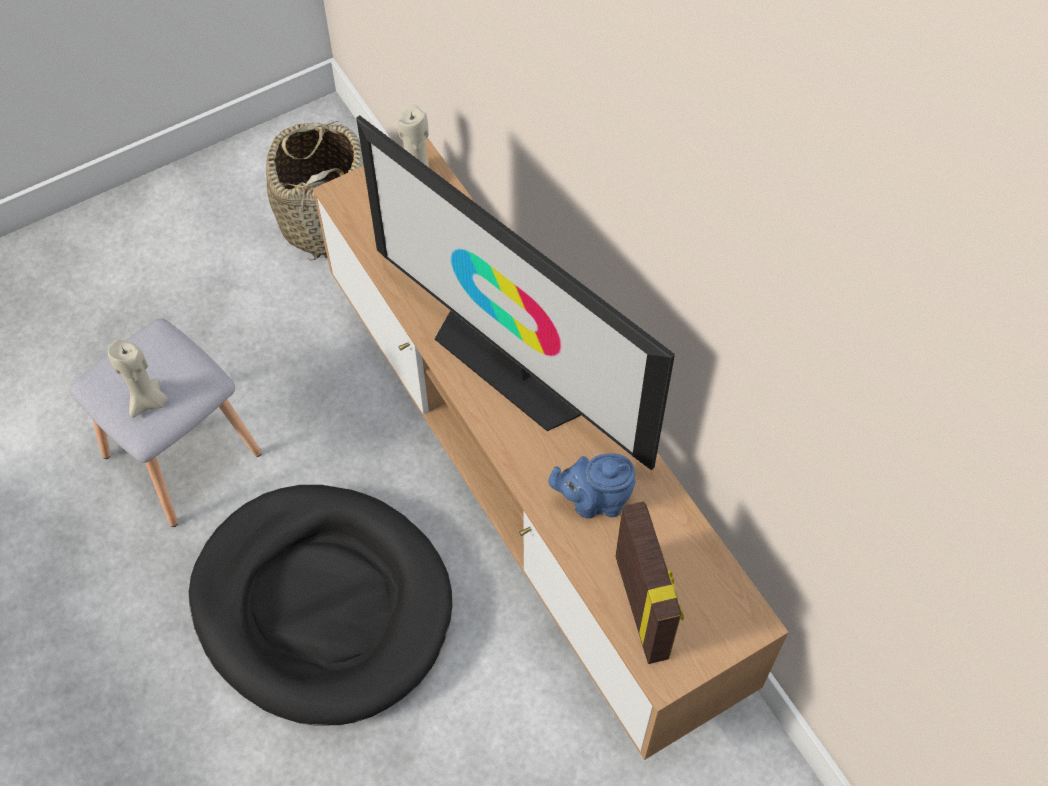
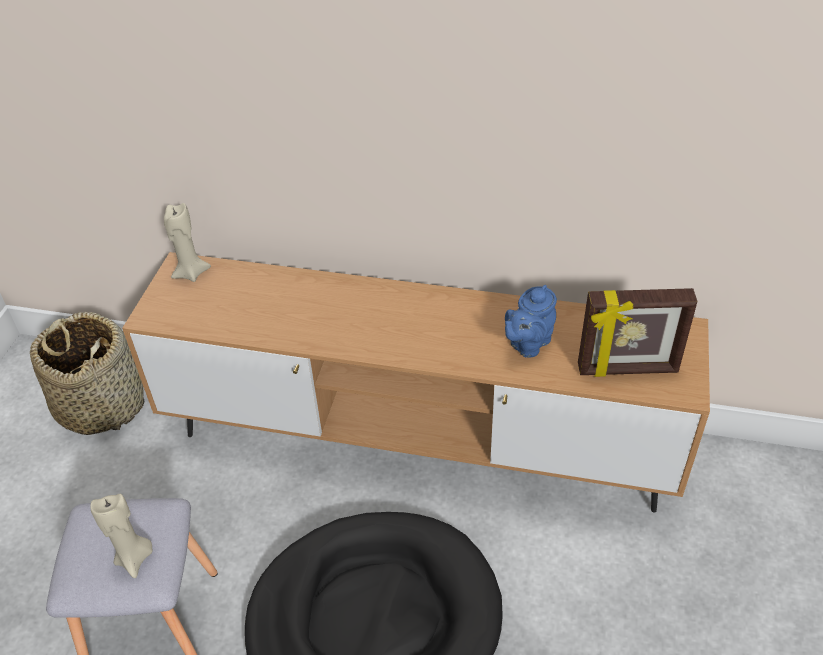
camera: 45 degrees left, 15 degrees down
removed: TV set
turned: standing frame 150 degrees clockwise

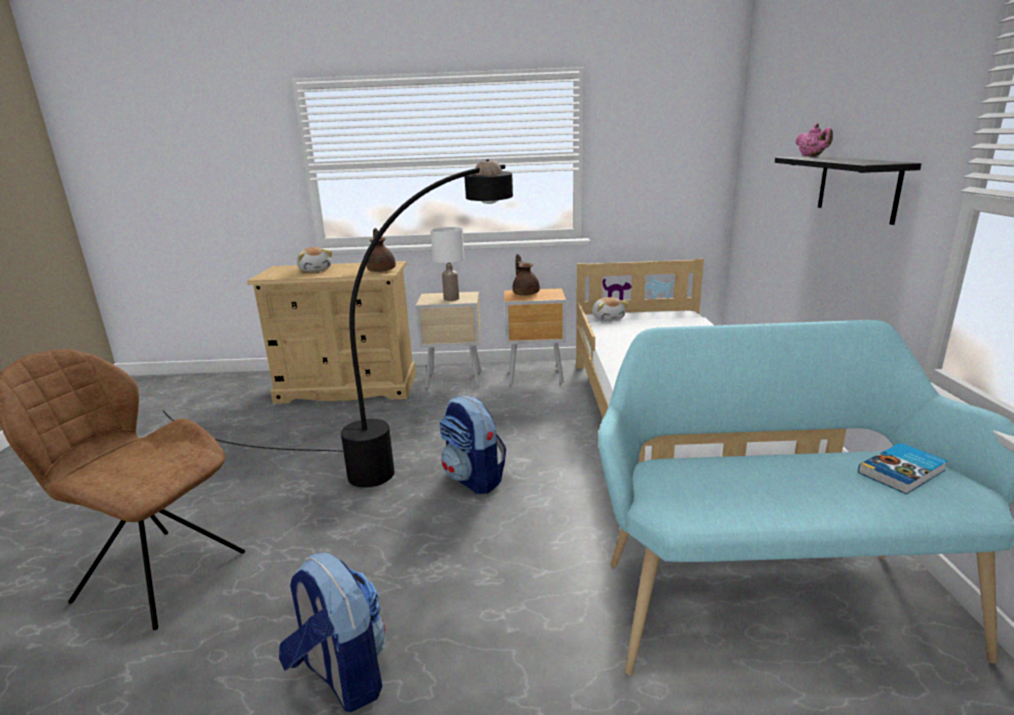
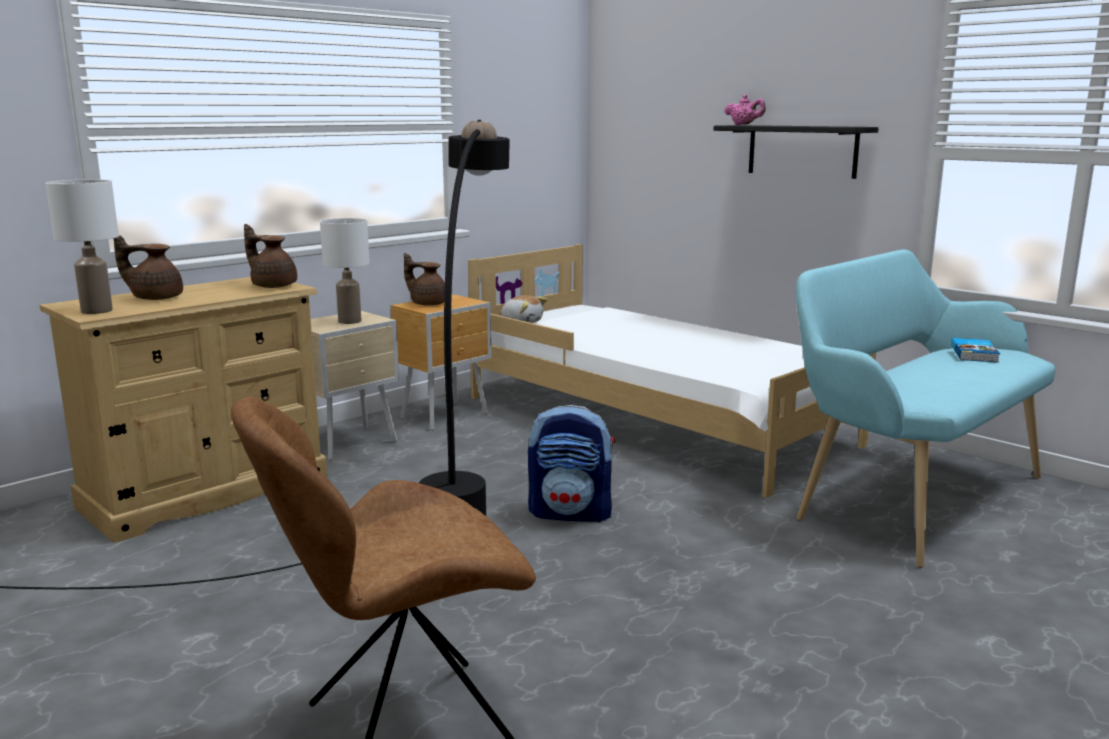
camera: 45 degrees left, 5 degrees down
removed: backpack (1st from left)
added: table lamp (whitish) (1st from left)
replaced: cuddly toy (1st from left) to pot for tea (brown) (1st from left)

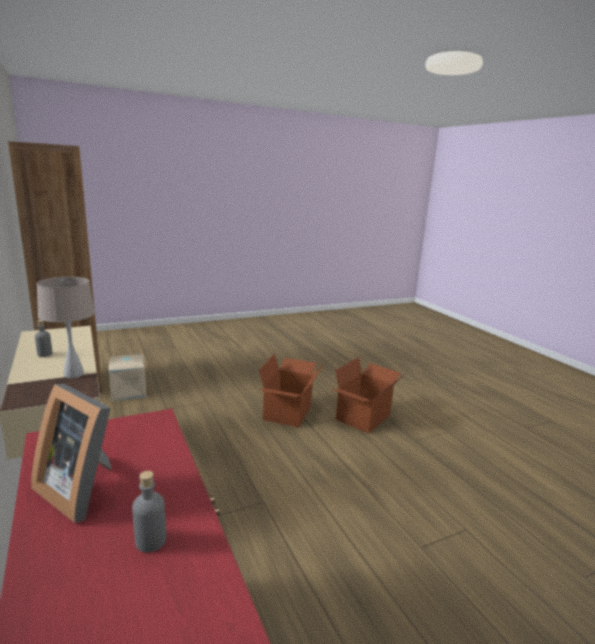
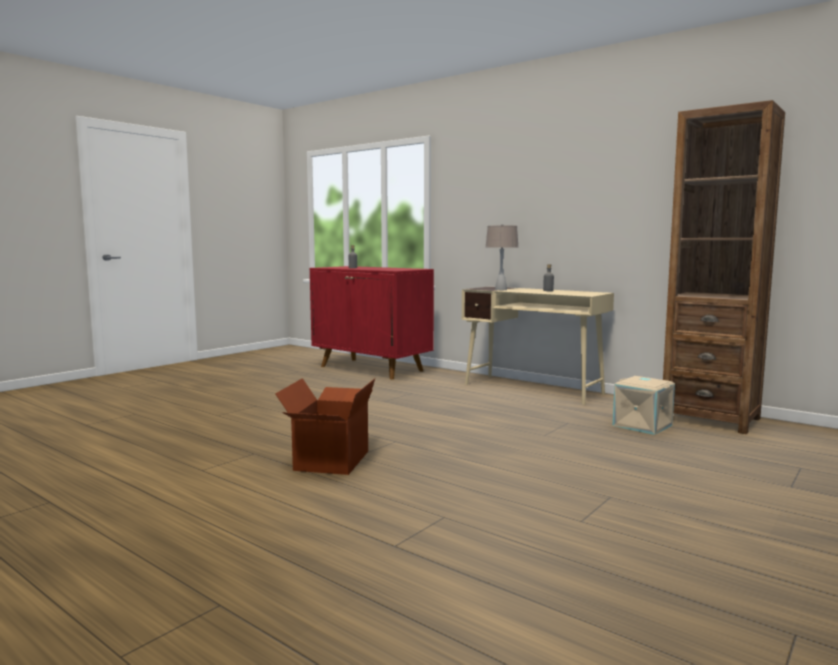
camera: 155 degrees right, 10 degrees down
removed: standing frame; cardboard box (1st from left)

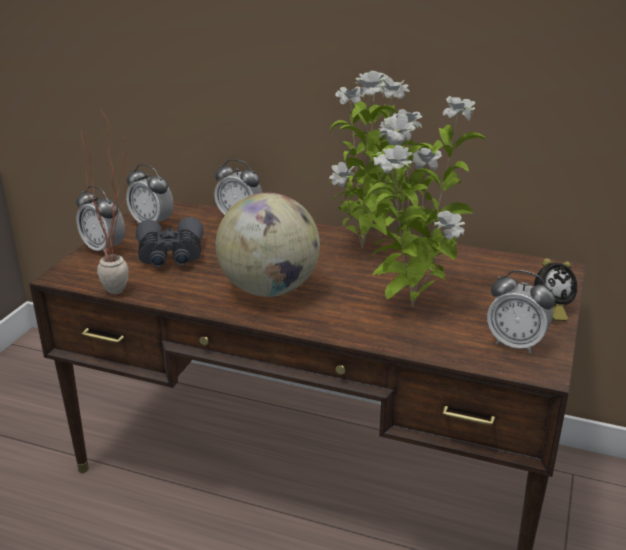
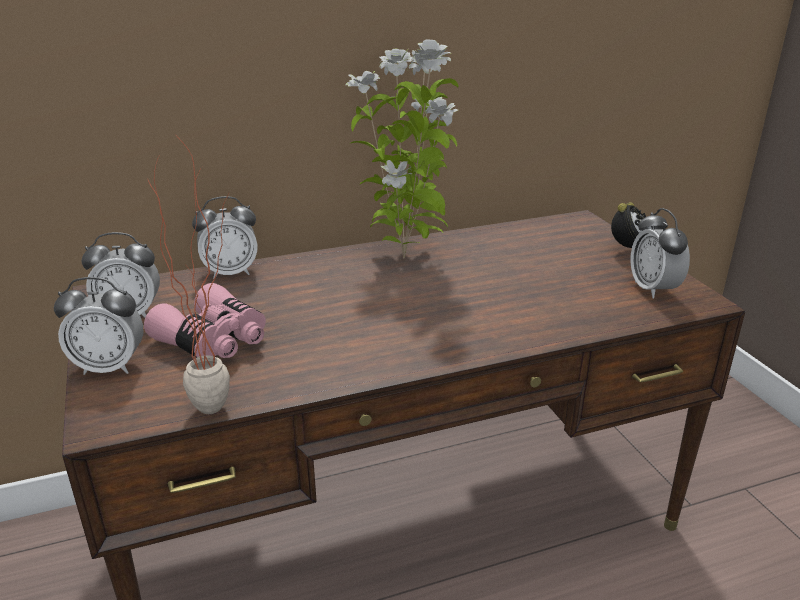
camera: 40 degrees left, 0 degrees up
removed: world globe; potted plant (3rd from left)
recoloured: field glasses (grey) to field glasses (pink-coloured)
turned: alarm clock (4th from left in the first image) 90 degrees clockwise

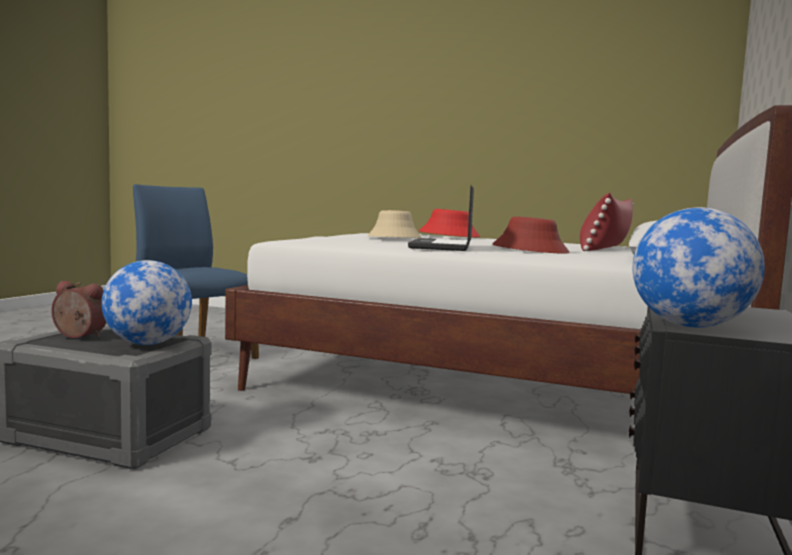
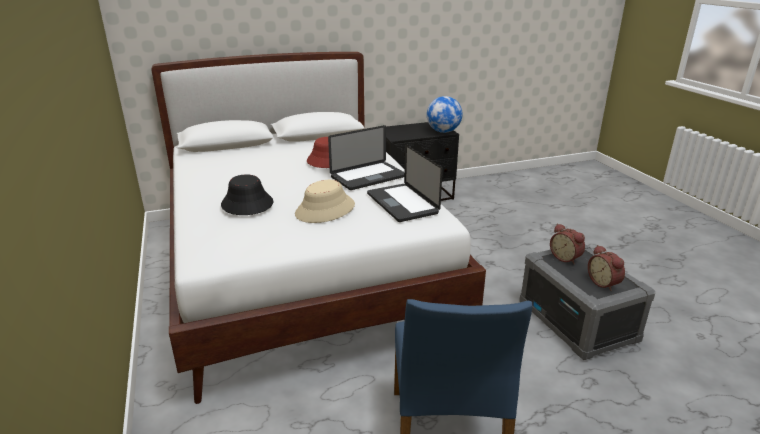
camera: 130 degrees left, 20 degrees up
removed: cushion (red-coloured)
added: notebook computer (2nd from left)
replaced: world globe (1st from left) to alarm clock (1st from left)
recoloured: hat (red-coloured) (1st from left) to hat (blackish)

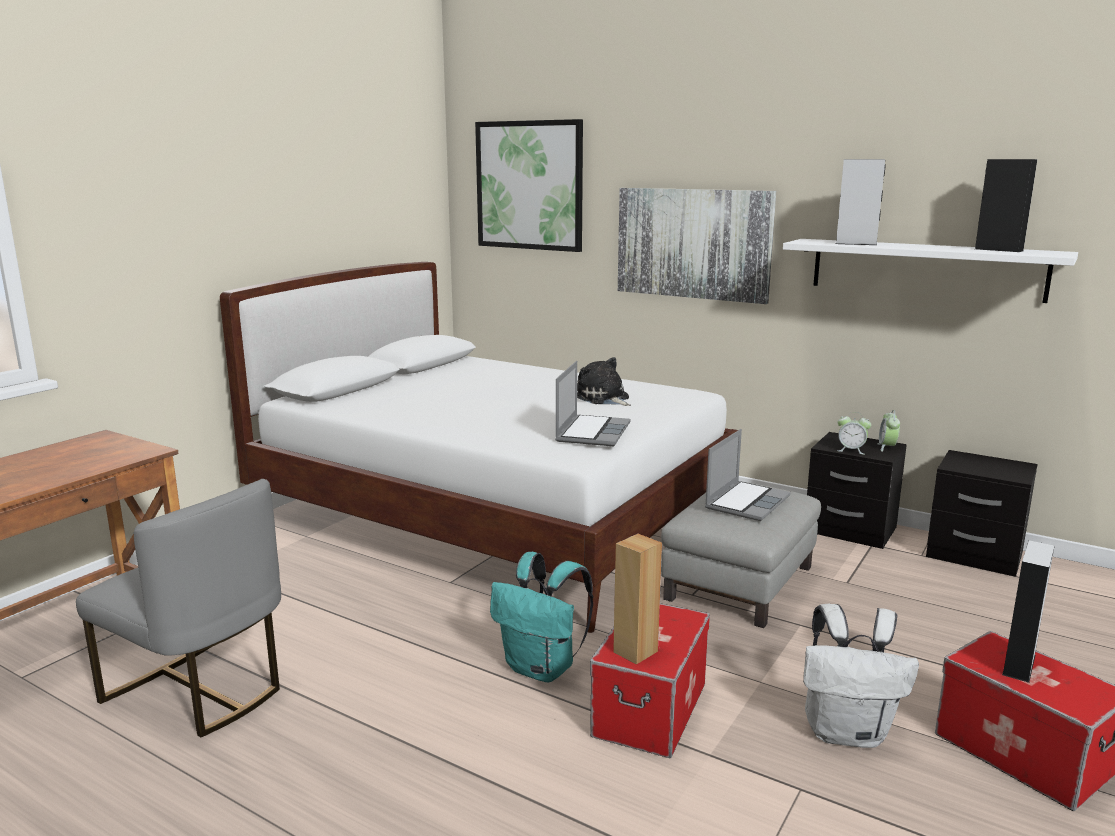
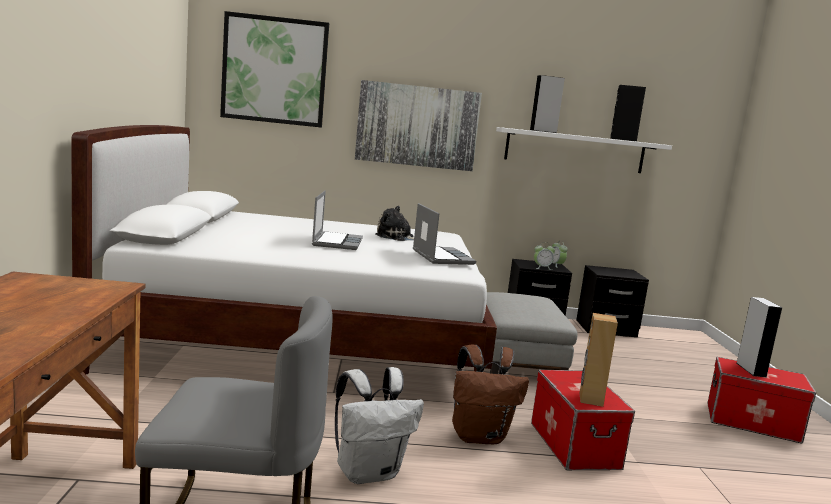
camera: 35 degrees left, 5 degrees down
moved: notebook computer (2nd from left in the first image) to notebook computer (1st from left); backpack (whitish)
recoloured: backpack (turquoise-coloured) to backpack (brown)

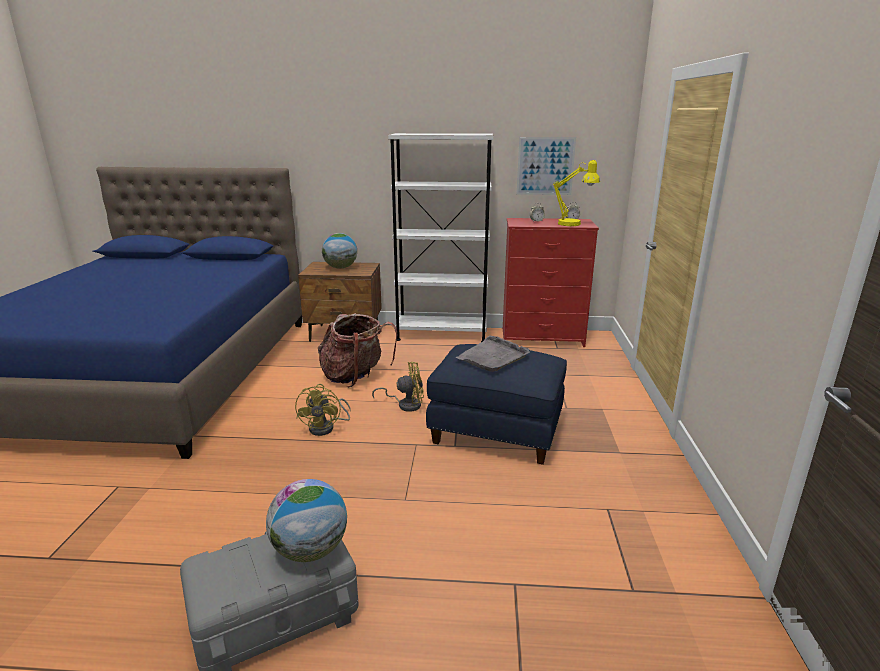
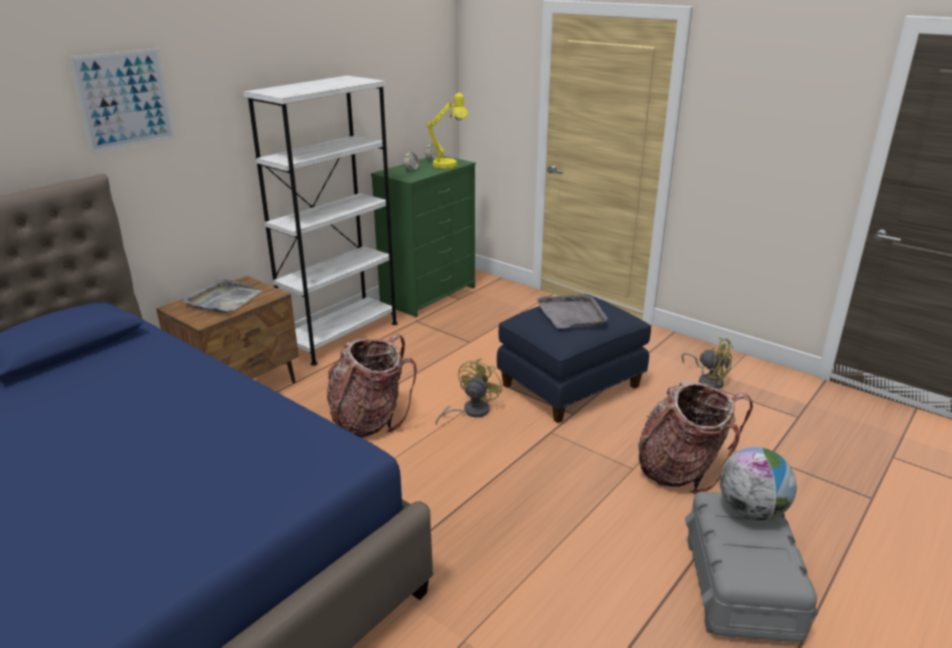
camera: 55 degrees left, 5 degrees up
added: backpack (2nd from left)
moved: electric fan (yellow-coloured) (1st from left in the first image) to electric fan (yellow-coloured) (2nd from left); wall art
replaced: world globe (2nd from left) to serving tray (grey) (1st from left)
recoloured: chest of drawers (red-coloured) to chest of drawers (green-coloured)

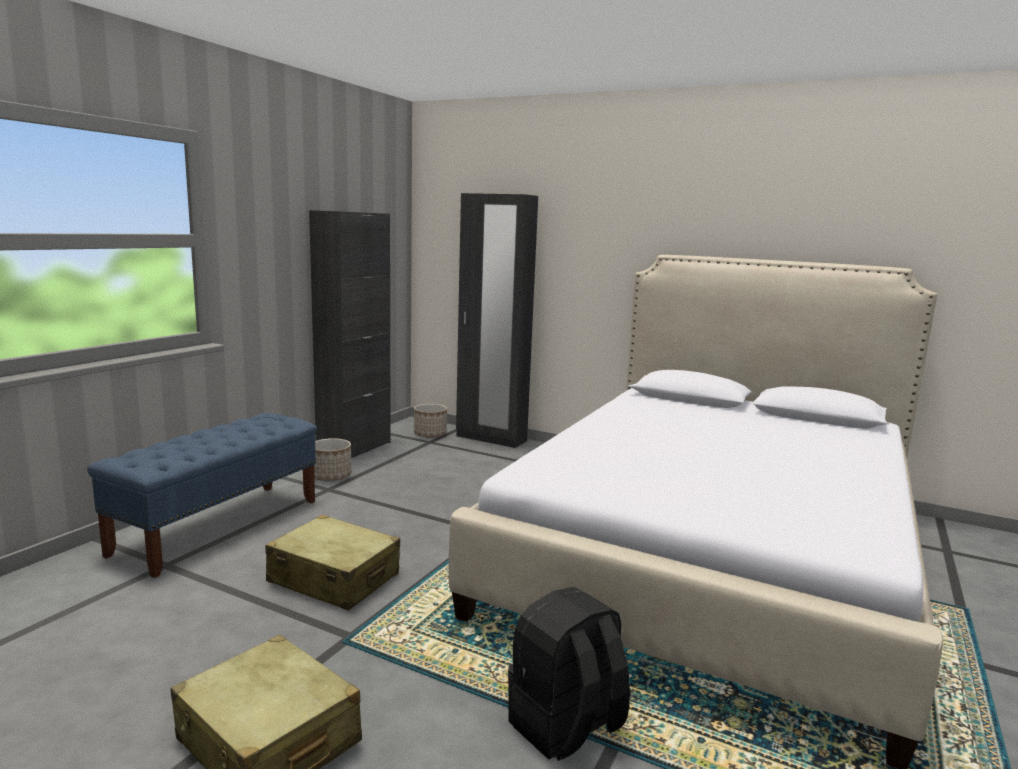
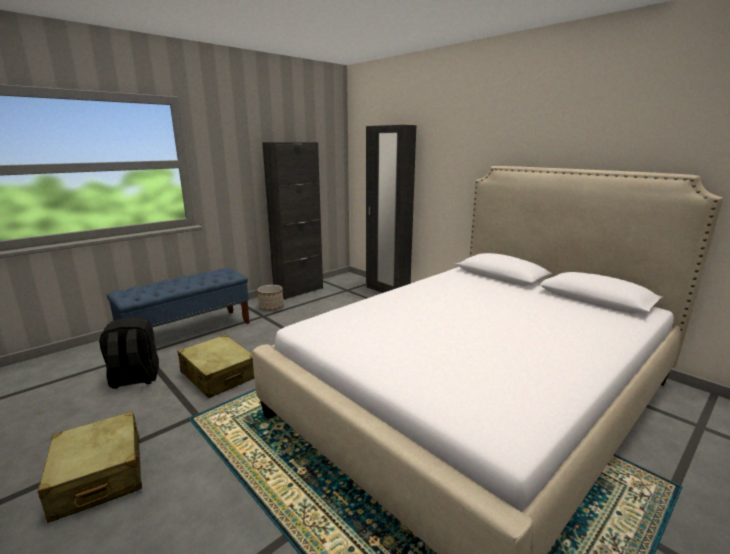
camera: 20 degrees right, 5 degrees up
removed: flower pot (2nd from left)
moved: backpack (blackish)

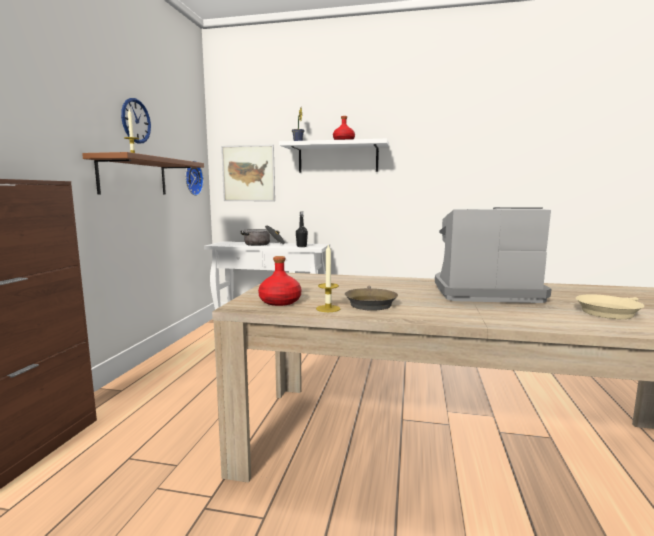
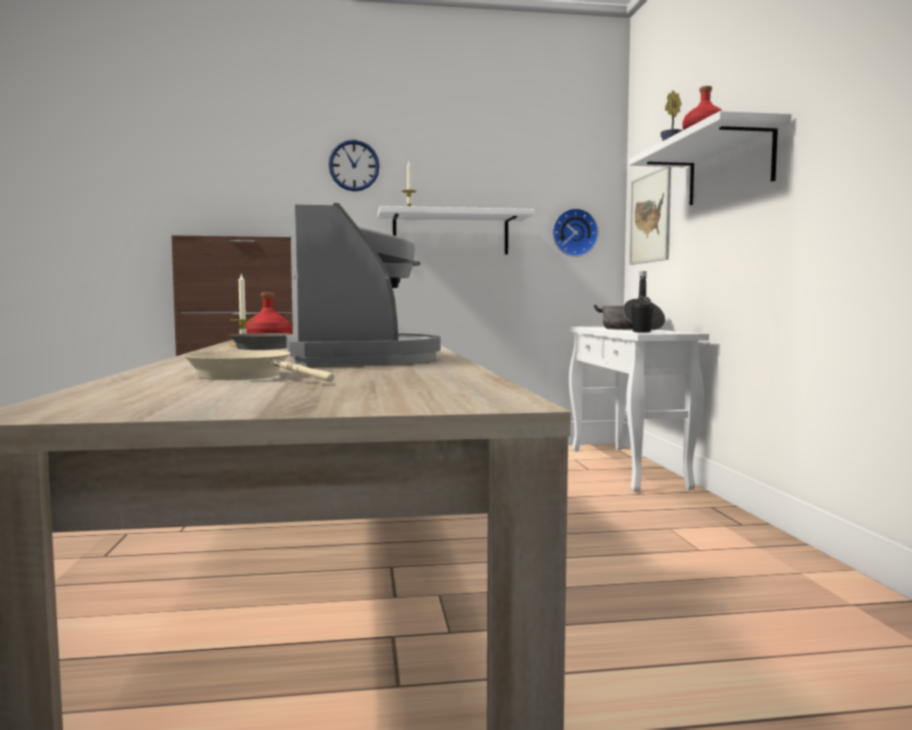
camera: 70 degrees right, 5 degrees down
moved: clock on the wall (1st from left)
recoloured: shelf (brown) to shelf (whitish) (1st from left)

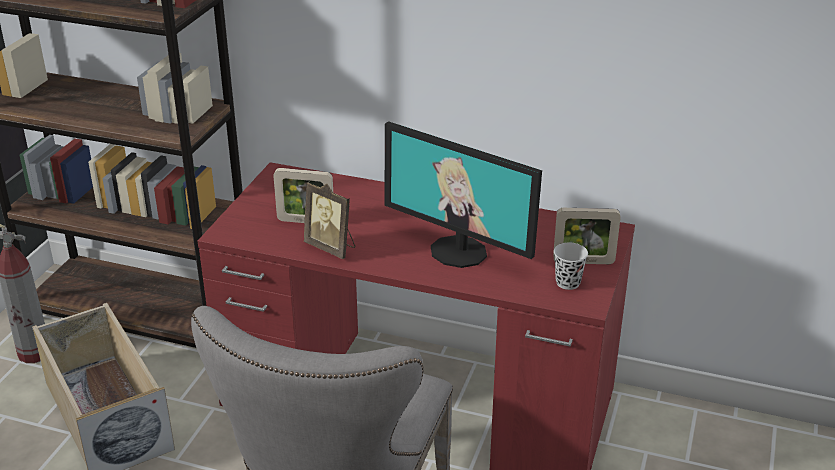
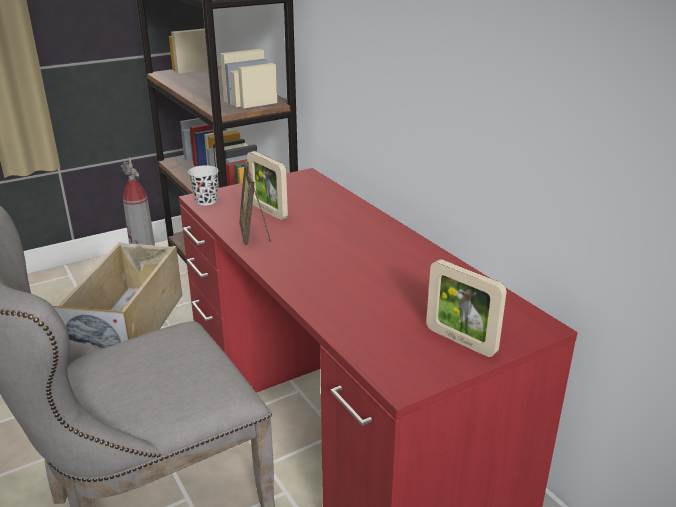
camera: 40 degrees right, 5 degrees down
removed: computer screen
moved: cup (blackish)

